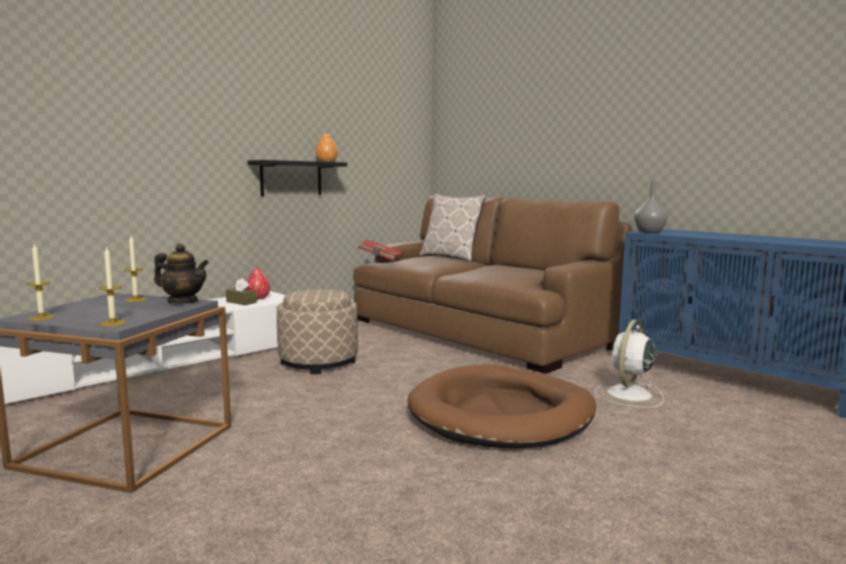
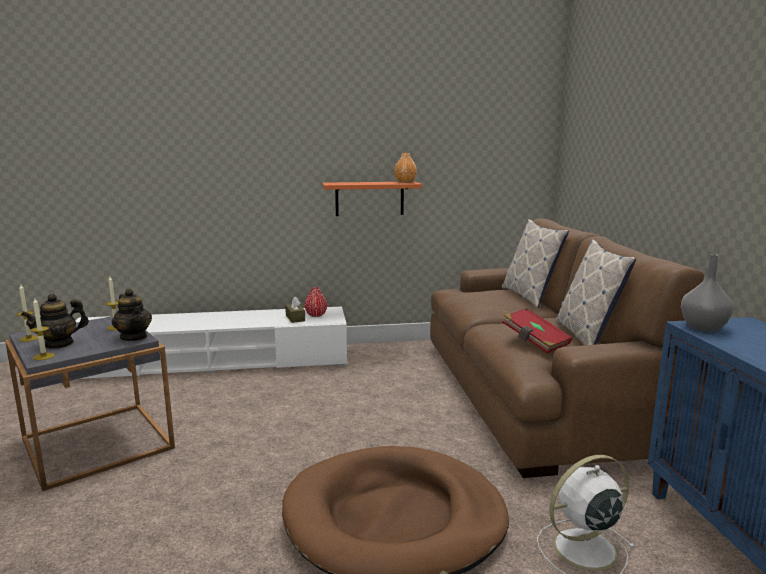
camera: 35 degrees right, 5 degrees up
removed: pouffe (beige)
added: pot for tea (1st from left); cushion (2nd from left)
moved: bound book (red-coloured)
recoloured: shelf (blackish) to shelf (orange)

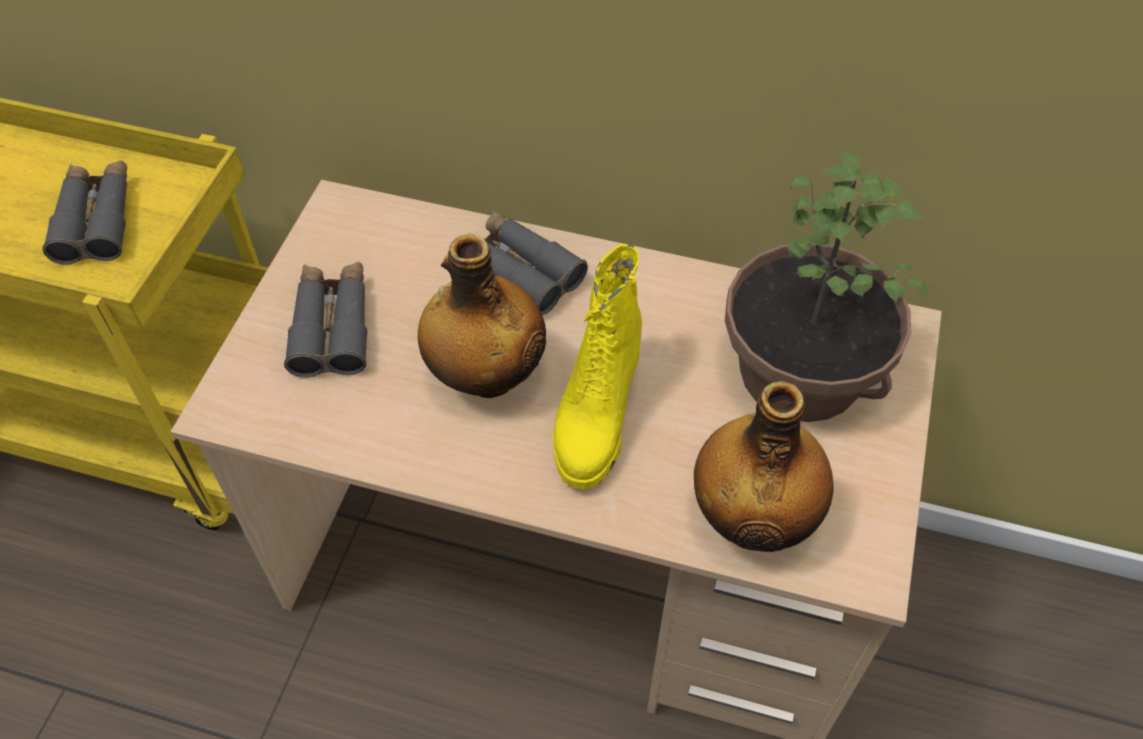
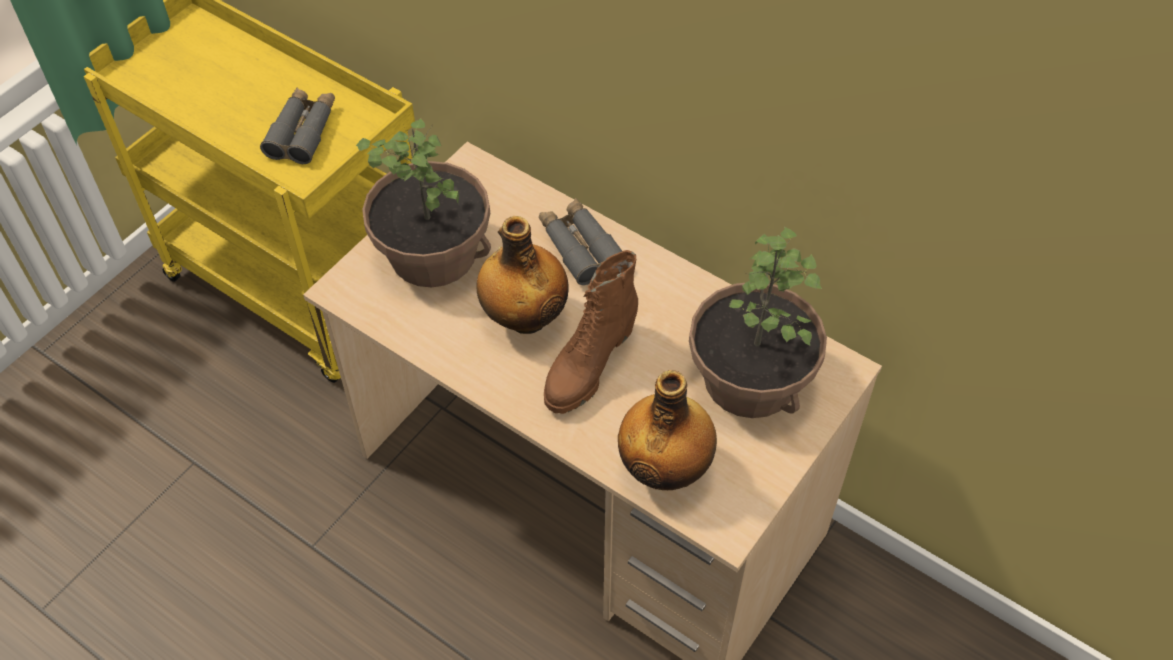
camera: 20 degrees right, 0 degrees up
replaced: field glasses (grey) (2nd from left) to potted plant (1st from left)
recoloured: tall boot (yellow-coloured) to tall boot (brown)

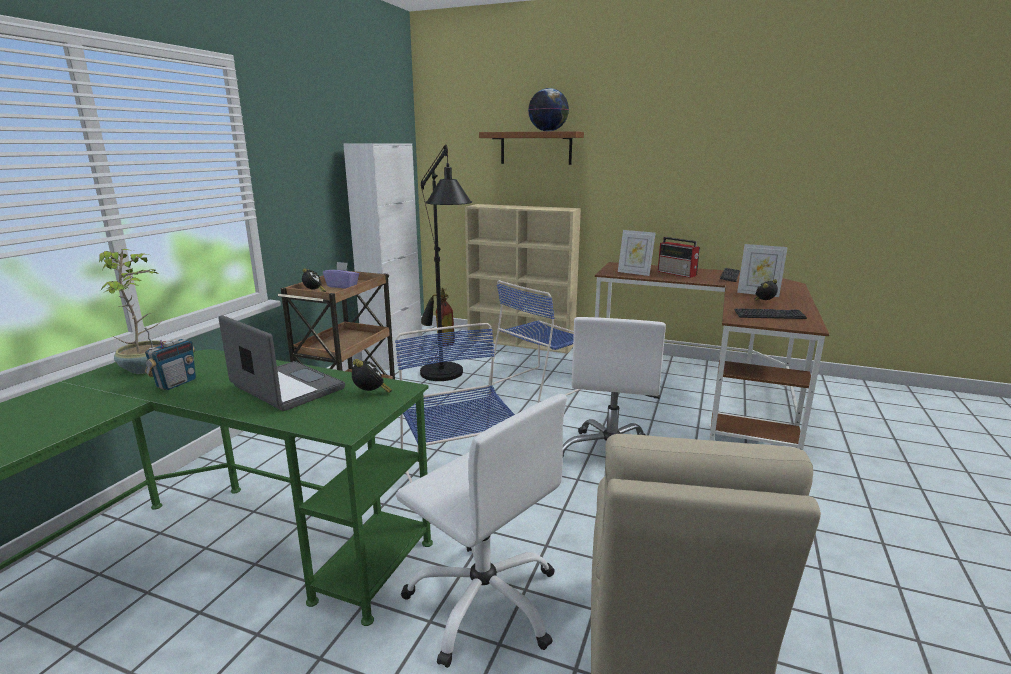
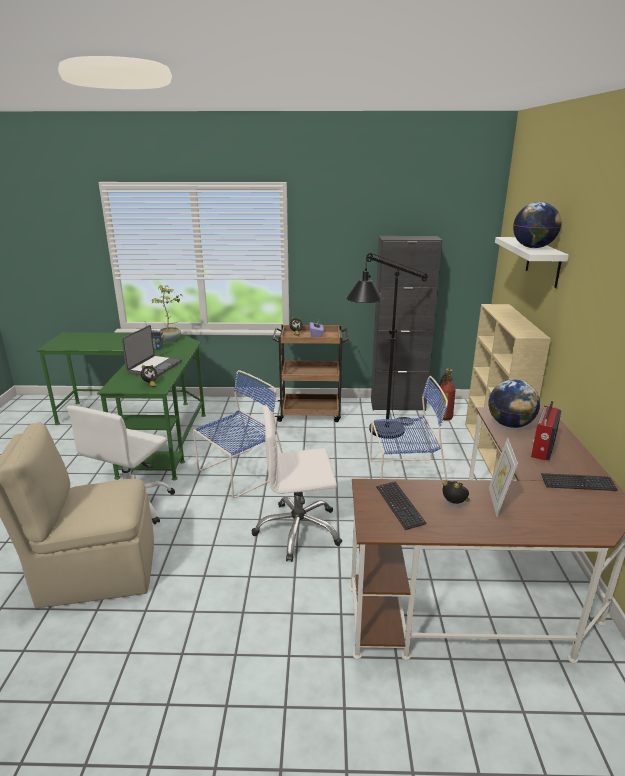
camera: 70 degrees right, 5 degrees up
replaced: standing frame (1st from left) to world globe (1st from left)
recoloured: cabinet (whitish) to cabinet (blackish); shelf (brown) to shelf (whitish)
turned: plain chair (blue) (2nd from left) 150 degrees clockwise

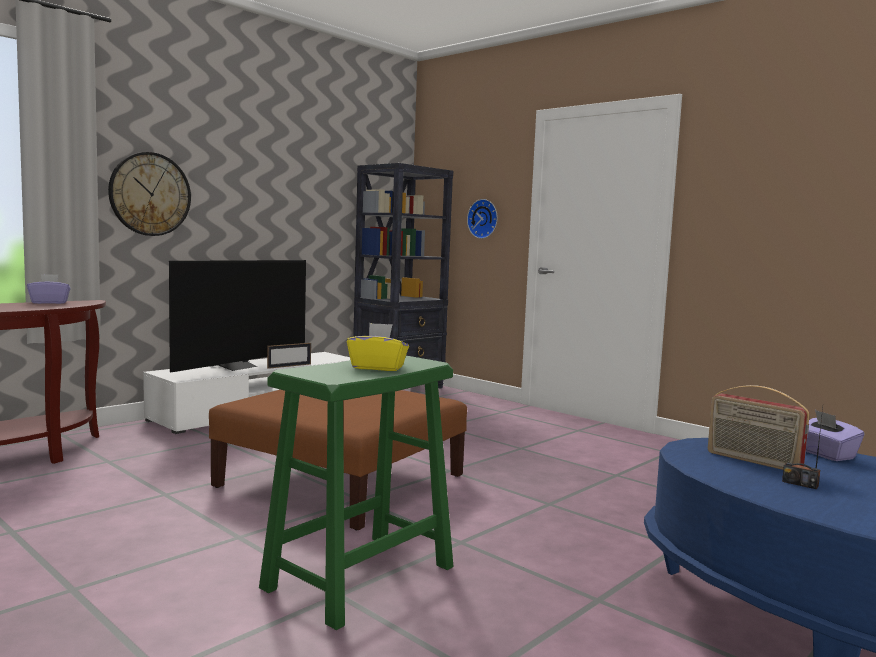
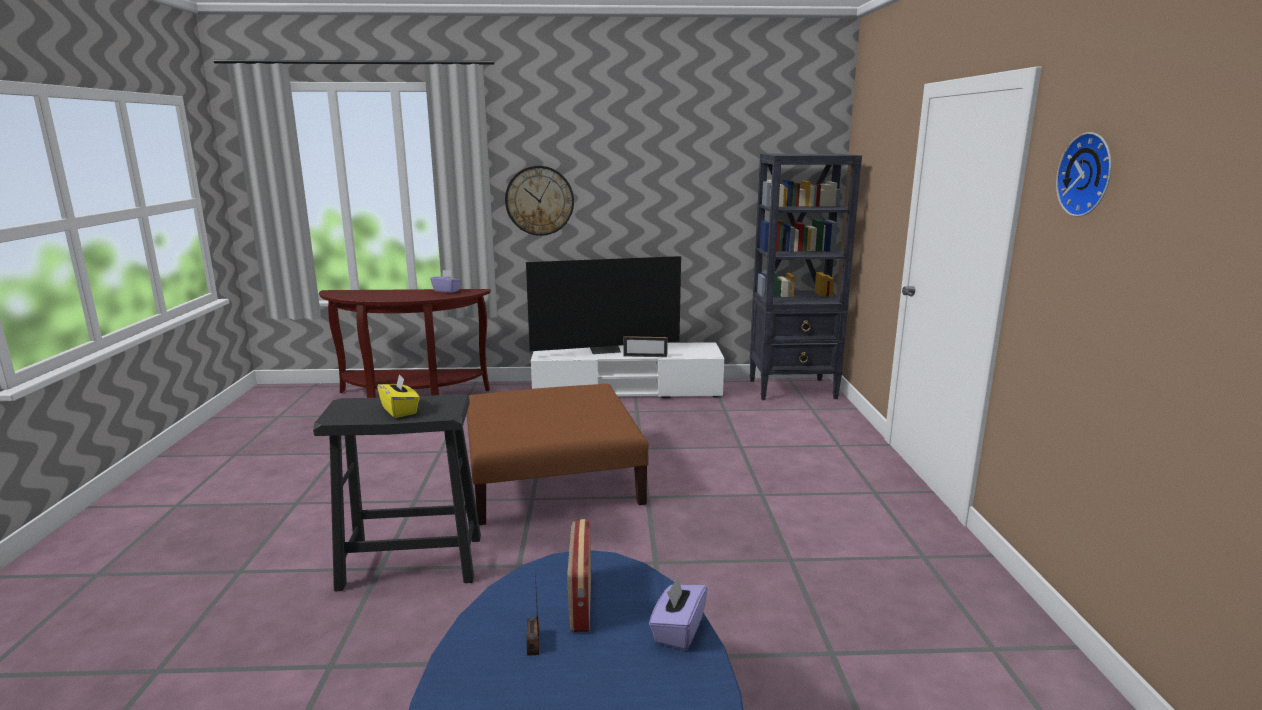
camera: 45 degrees right, 10 degrees up
moved: clock on the wall (2nd from left)
recoloured: stool (green-coloured) to stool (blackish)

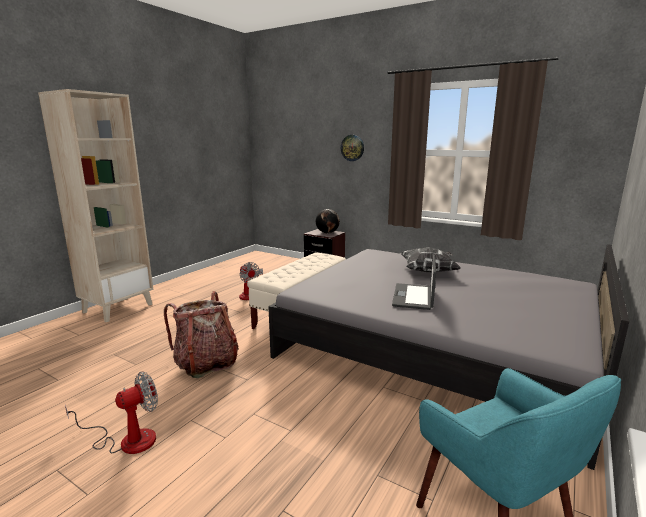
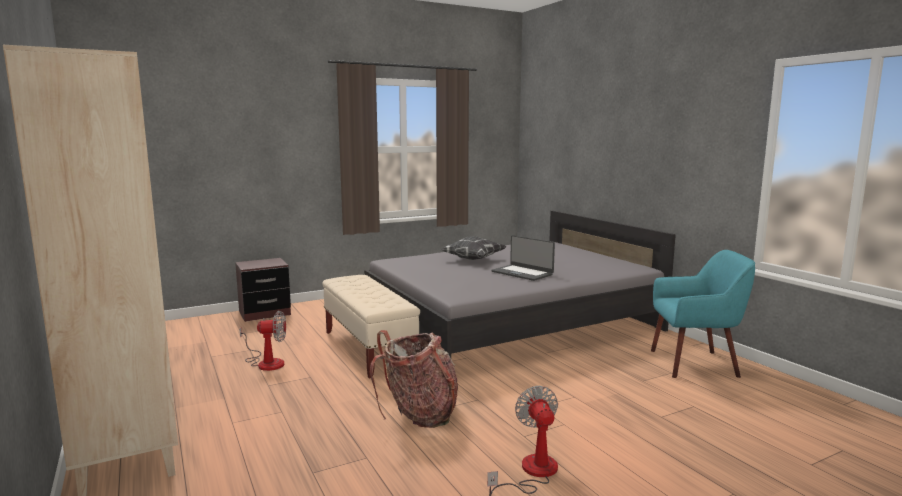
camera: 60 degrees left, 5 degrees down
removed: world globe; clock on the wall

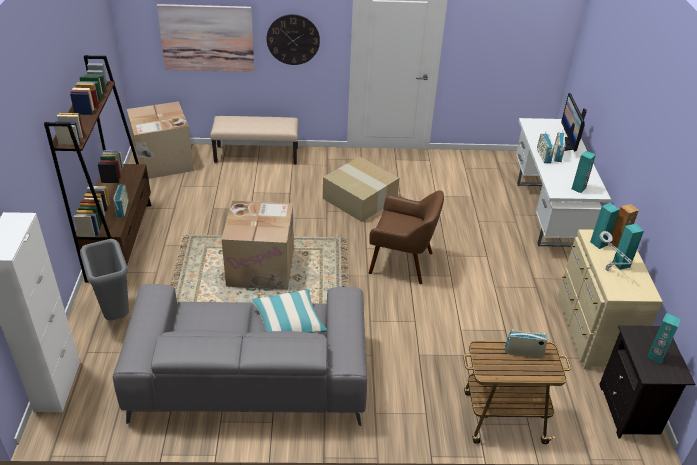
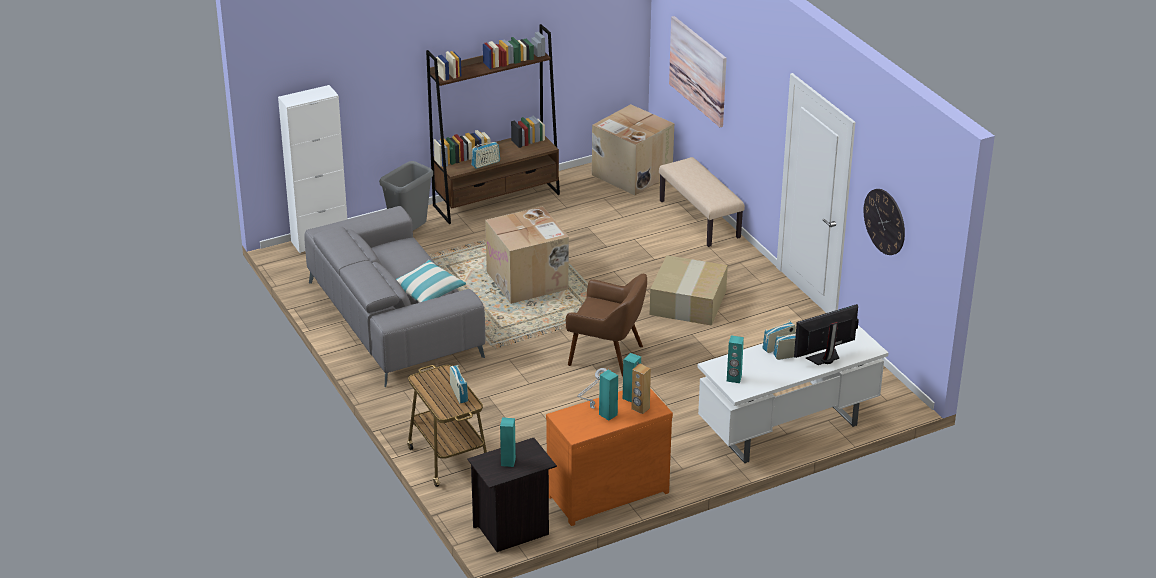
camera: 65 degrees right, 5 degrees down
moved: clock on the wall
recoloured: chest of drawers (beige) to chest of drawers (orange)
turned: lounge chair (brown) 60 degrees counterclockwise

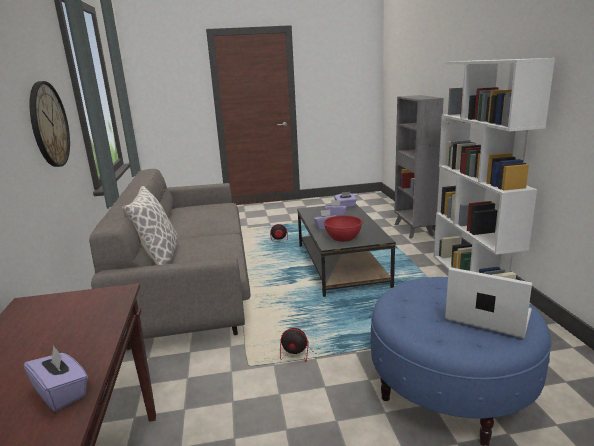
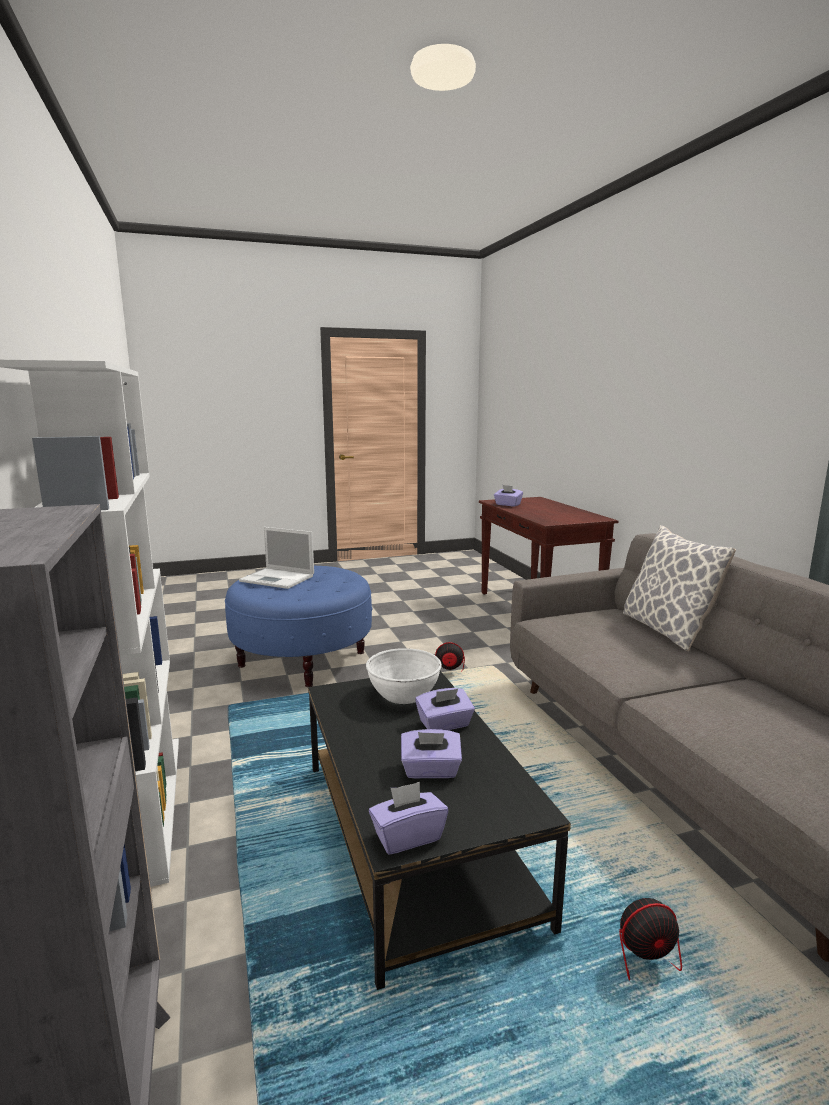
camera: 170 degrees right, 5 degrees down
removed: clock on the wall
recoloured: serving bowl (red-coloured) to serving bowl (whitish)

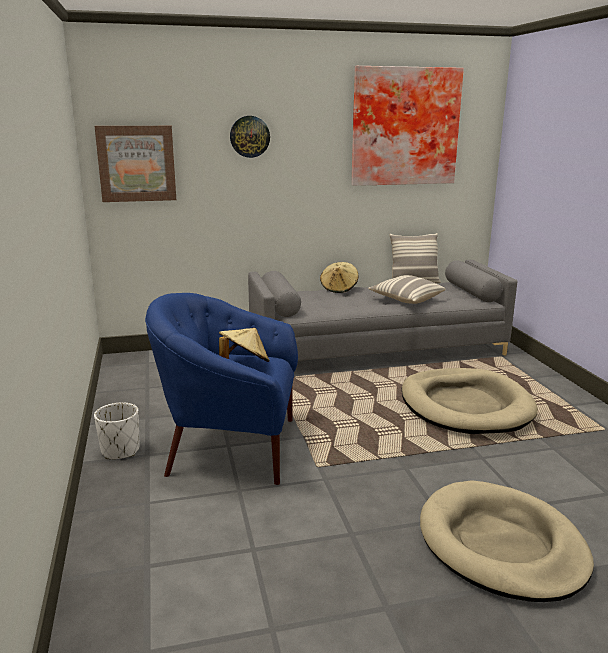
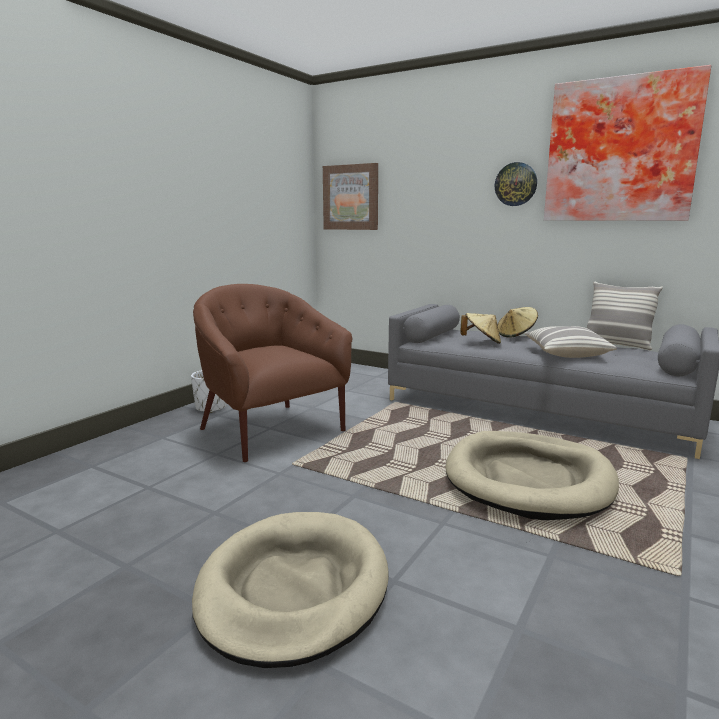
camera: 45 degrees right, 5 degrees down
moved: hat (beige) (1st from left); clock on the wall
recoloured: lounge chair (blue) to lounge chair (brown)

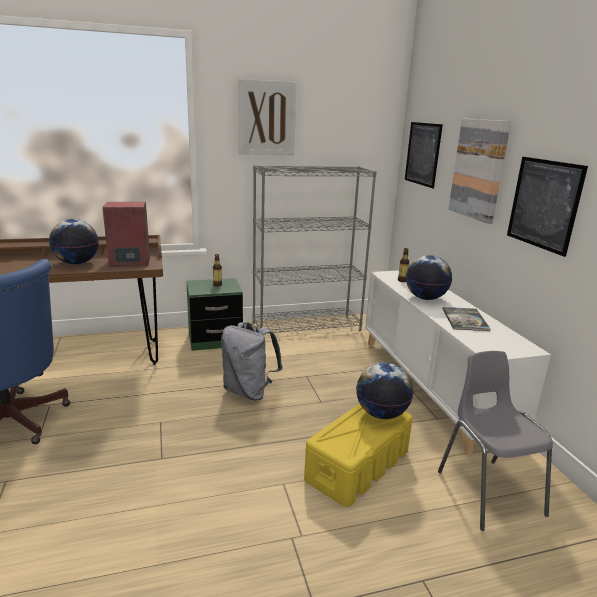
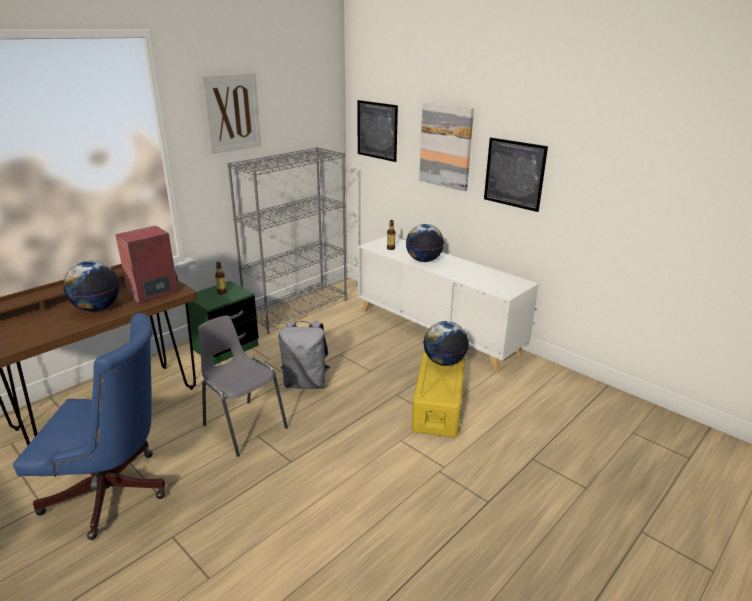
camera: 30 degrees left, 5 degrees up
removed: bound book
moved: plain chair (grey)

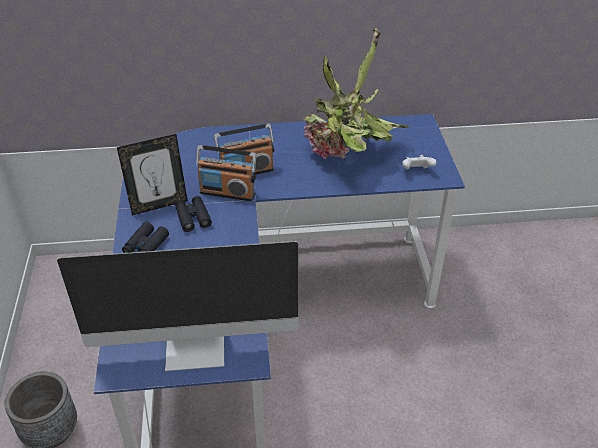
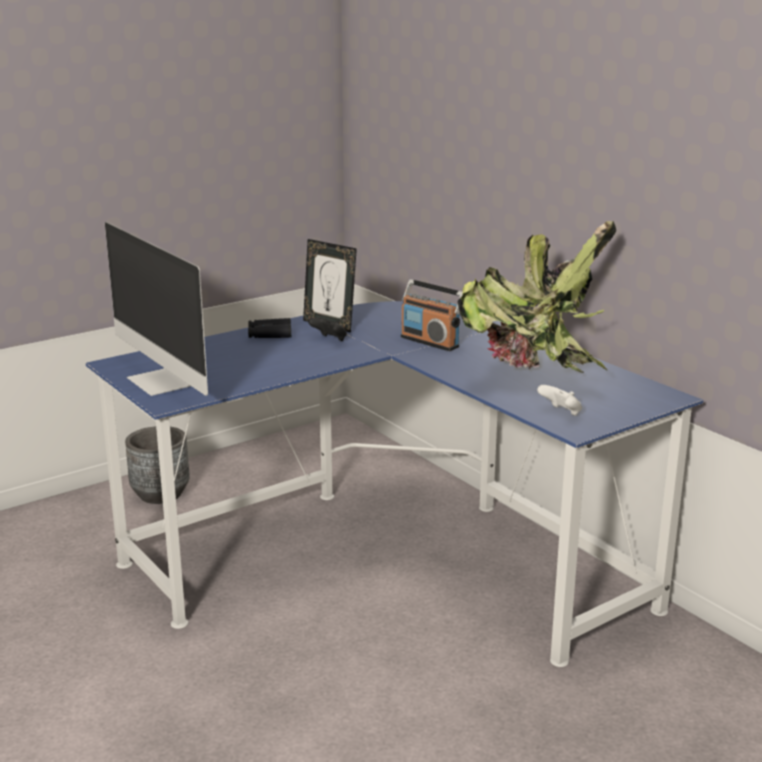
camera: 60 degrees right, 20 degrees down
removed: radio receiver (1st from left)
replaced: field glasses (blackish) (2nd from left) to game controller (blackish)

